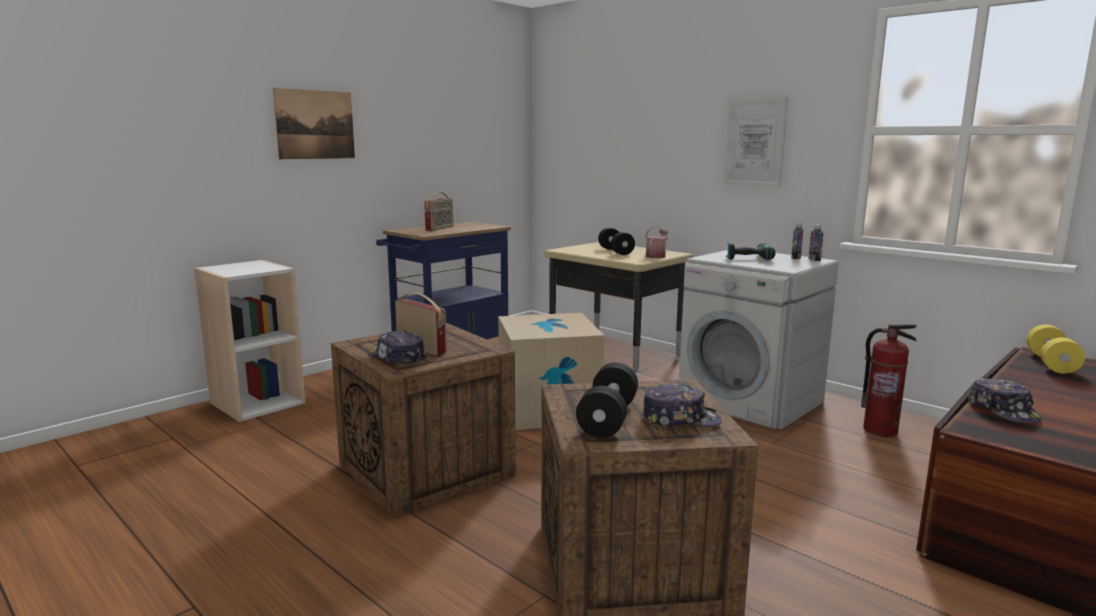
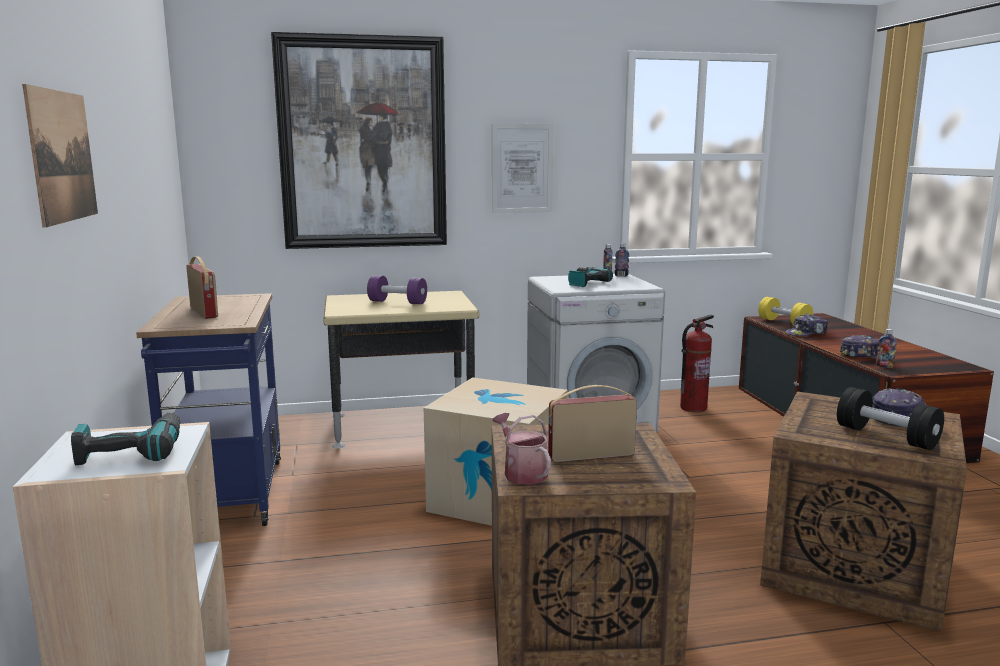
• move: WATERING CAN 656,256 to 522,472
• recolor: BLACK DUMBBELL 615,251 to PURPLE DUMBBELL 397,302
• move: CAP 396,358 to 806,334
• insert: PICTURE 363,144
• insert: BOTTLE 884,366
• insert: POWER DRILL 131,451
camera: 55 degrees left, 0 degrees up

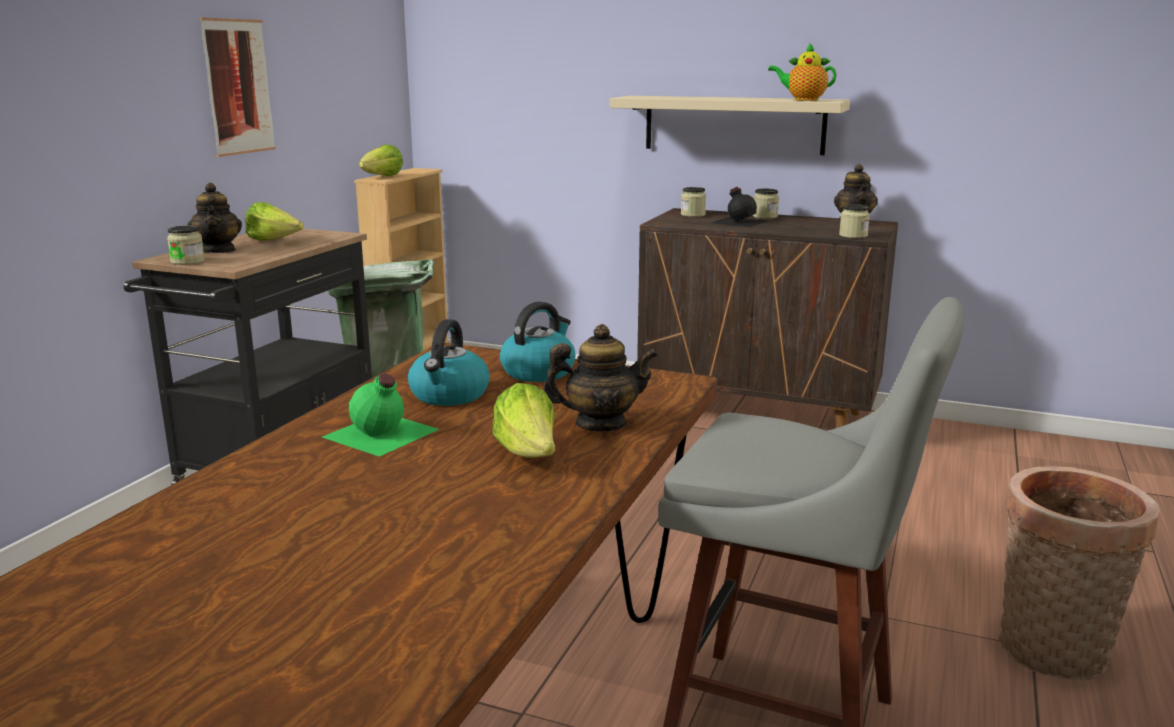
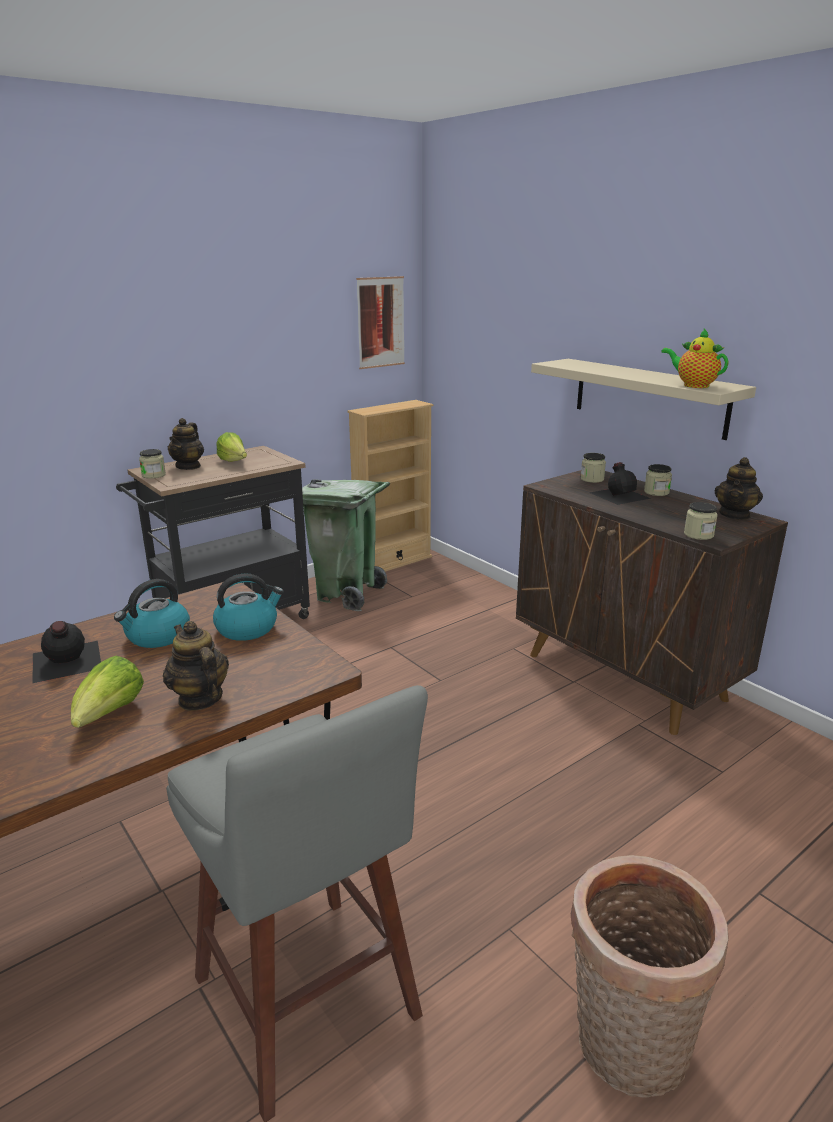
• move: PICTURE 238,87 to 380,322
• delete: LETTUCE 382,177
• rotate: TEAPOT 600,424 = 200,698 150 degrees counterclockwise
• recolor: GREEN BOTTLE 380,433 to BLACK BOTTLE 65,661
camera: 30 degrees right, 5 degrees up

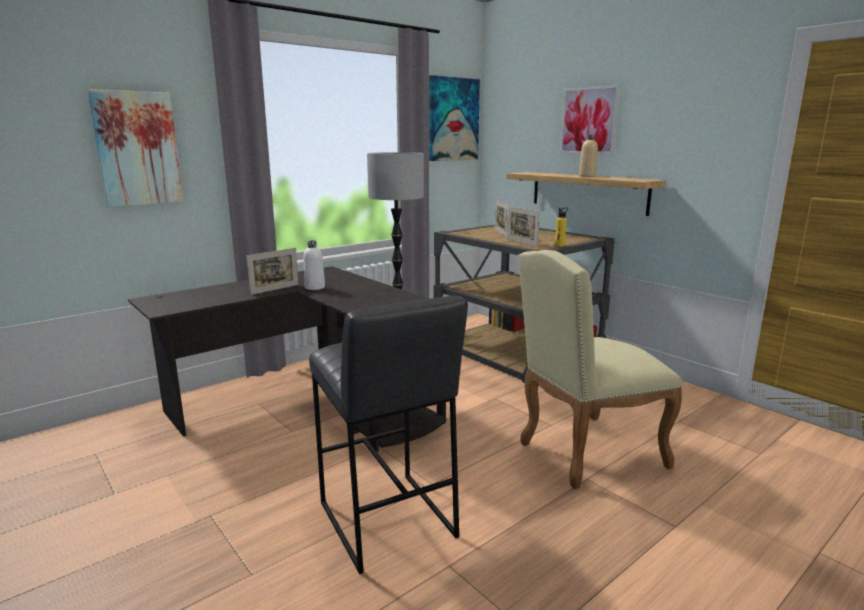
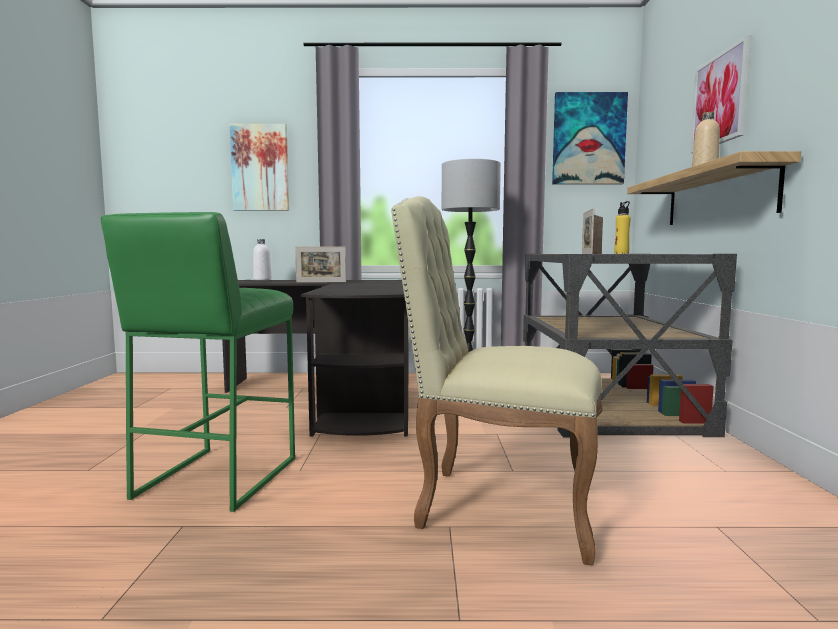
• move: WHITE BOTTLE 314,287 to 262,279
• recolor: GREY STOOL 387,521 to GREEN STOOL 216,478
camera: 40 degrees right, 10 degrees down

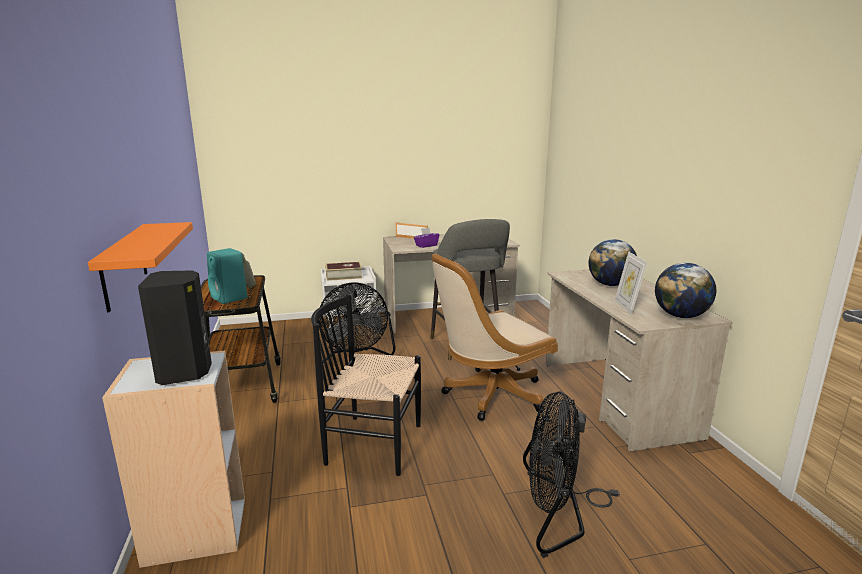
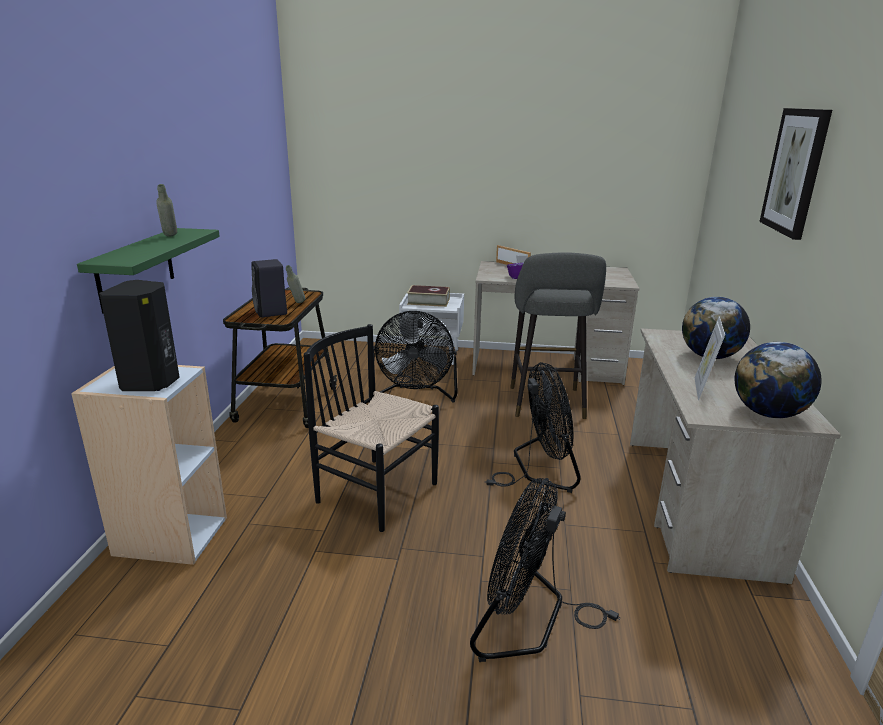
• recolor: ORANGE SHELF 123,265 to GREEN SHELF 136,269
• recolor: TURQUOISE SPEAKER 230,298 to BLACK SPEAKER 271,312
• replace: OFFICE CHAIR 488,396 to BLACK FAN 535,467
• insert: PICTURE 795,171
• insert: GREY BOTTLE 170,237
camera: 20 degrees right, 5 degrees up

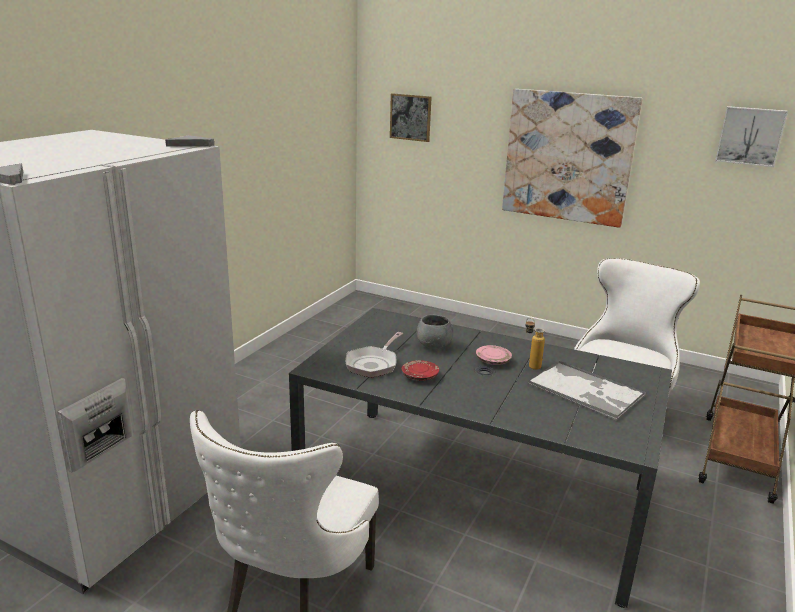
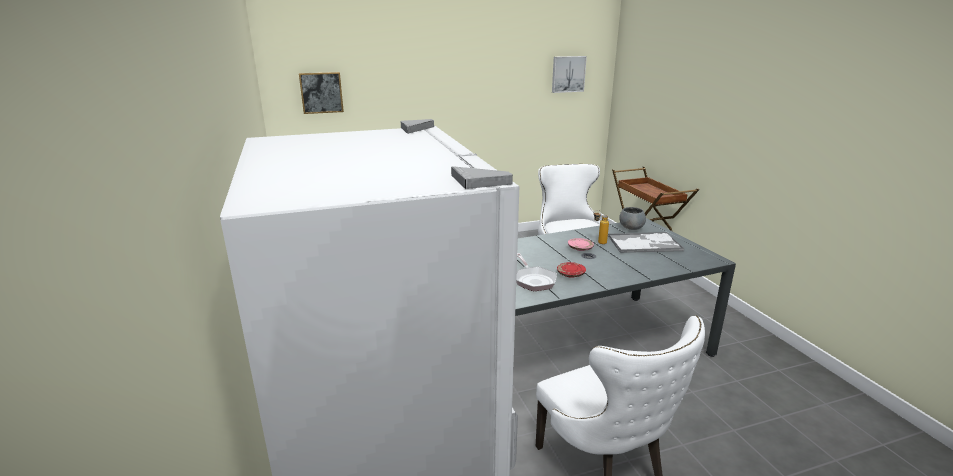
• delete: PICTURE 568,157
• move: GREY BOWL 434,346 to 631,228
camera: 45 degrees left, 0 degrees up

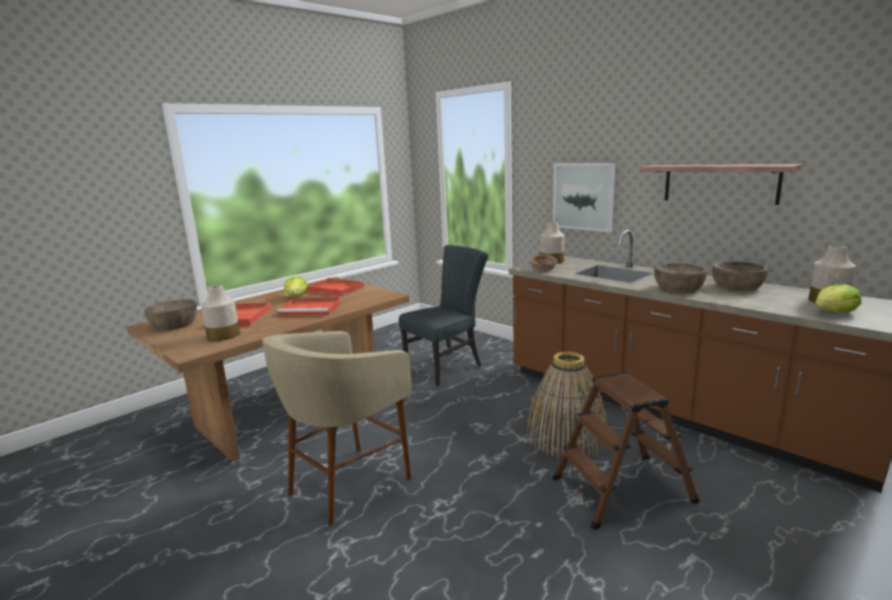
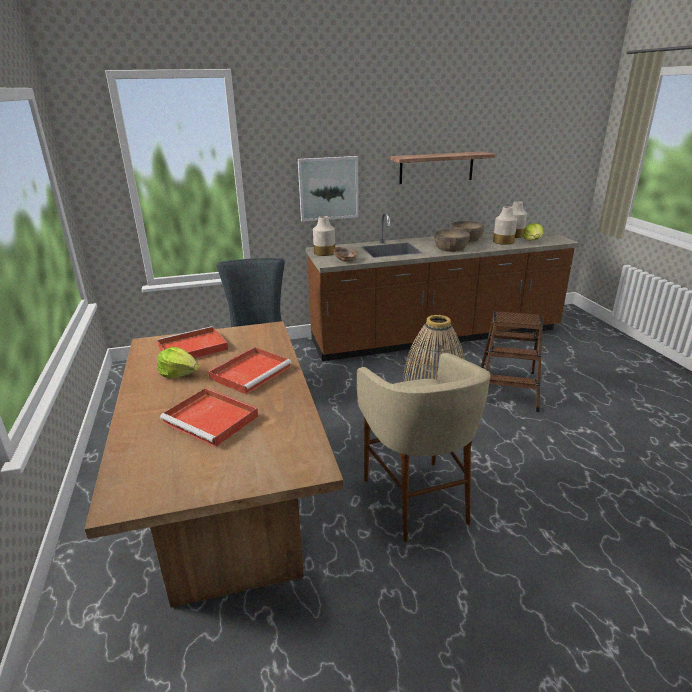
• move: BEIGE VASE 223,335 to 503,241
• delete: BROWN BOWL 174,324
camera: 60 degrees left, 10 degrees up

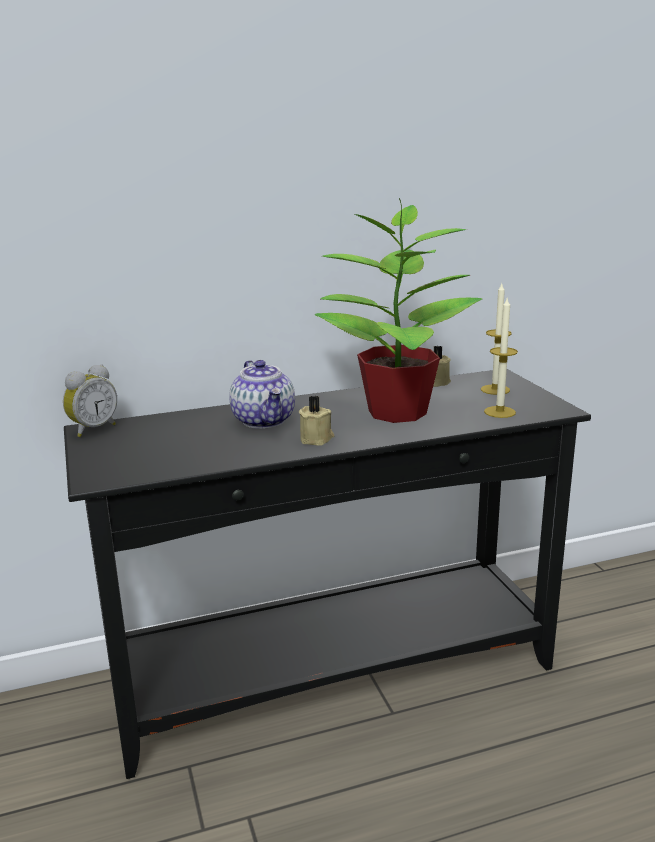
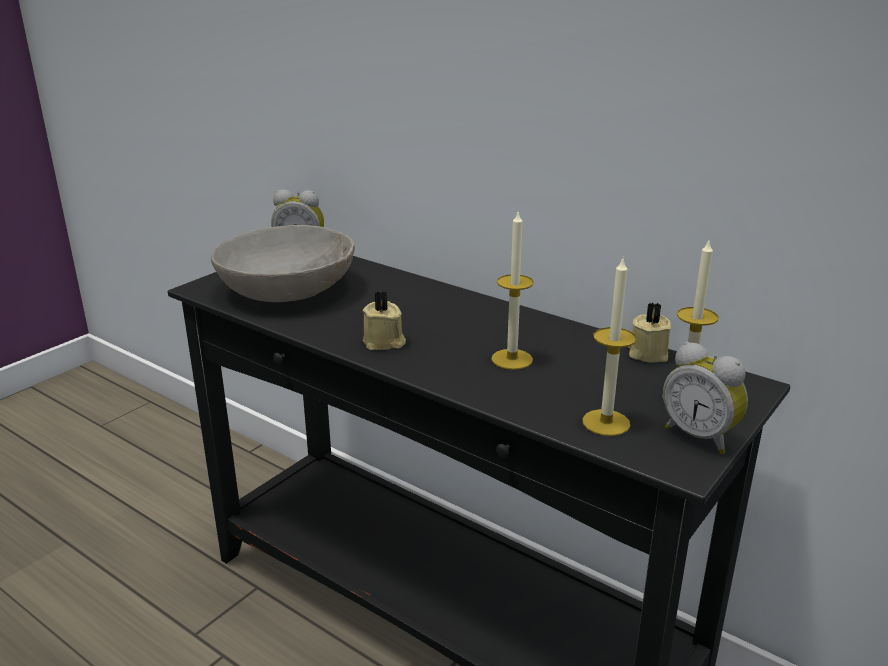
• replace: POTTED PLANT 395,412 to CANDLE 512,359
• delete: TEAPOT 264,421
• insert: GREY BOWL 287,289
• insert: ALARM CLOCK 700,436
camera: 55 degrees right, 5 degrees up

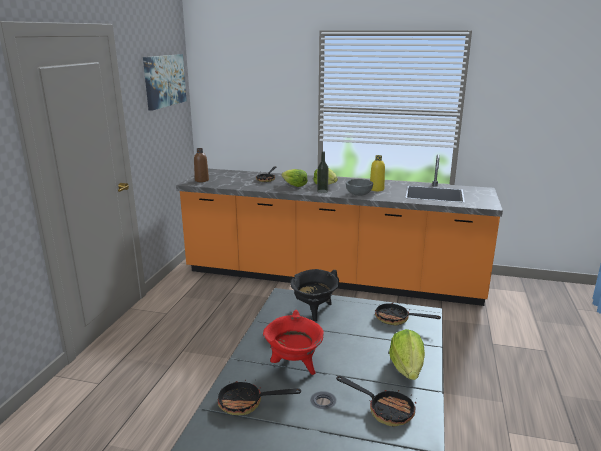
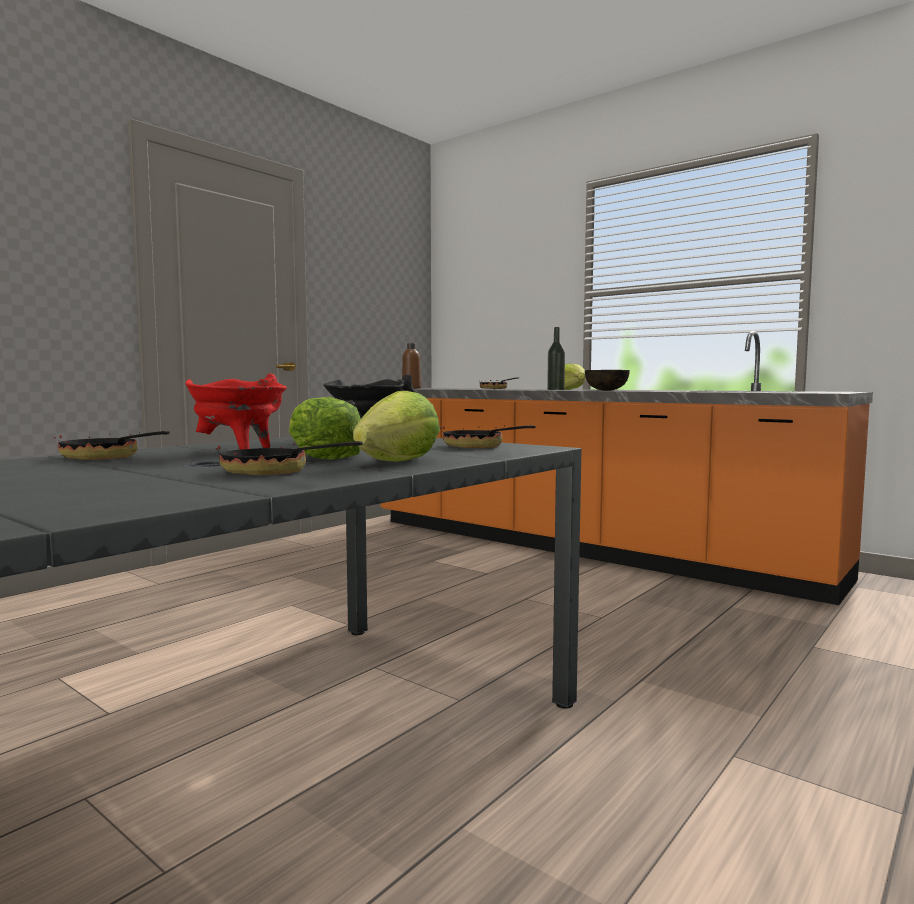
• delete: PICTURE 164,80
• delete: YELLOW BOTTLE 376,189
• move: LETTUCE 294,185 to 323,457
• recolor: GREY BOWL 358,194 to BROWN BOWL 606,390
• rotate: FRYING PAN 384,410 = 274,472 150 degrees clockwise
camera: 25 degrees right, 15 degrees down

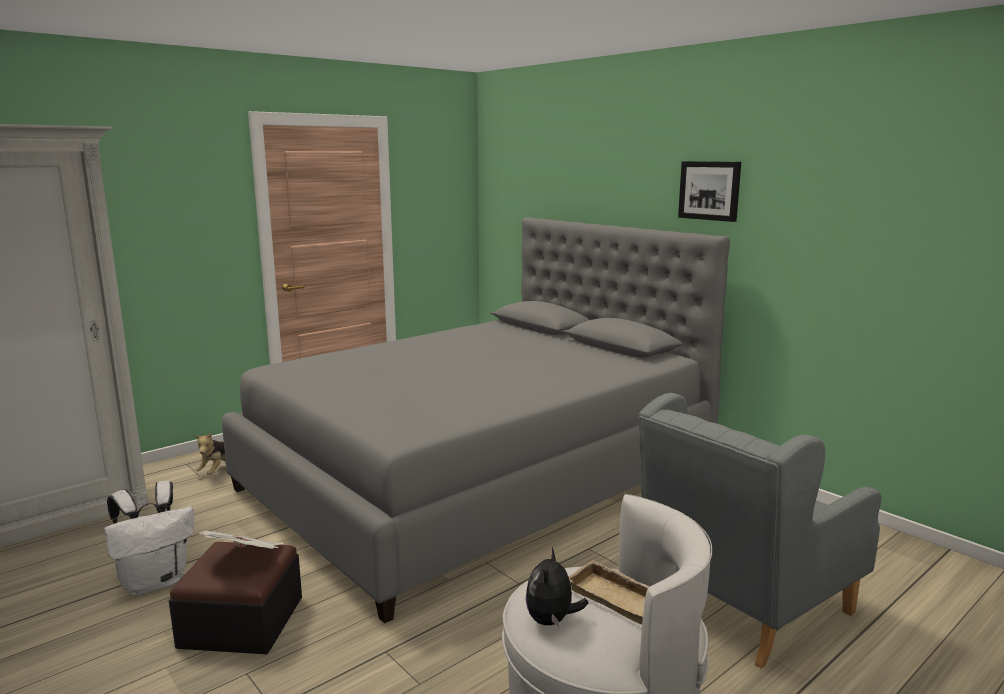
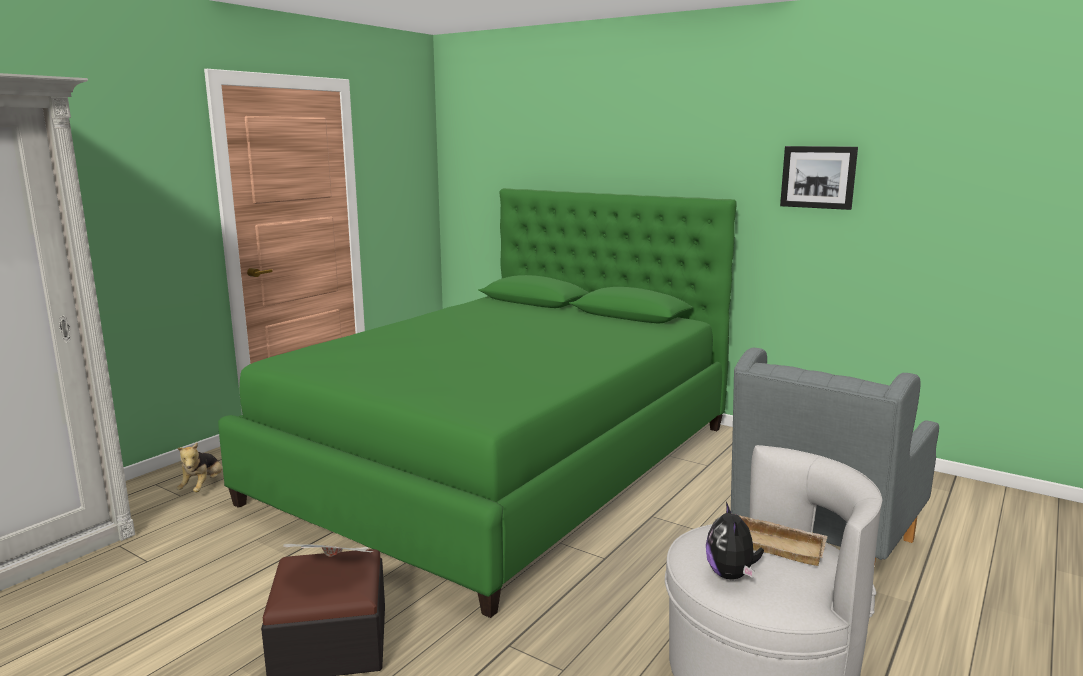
• move: PICTURE 709,190 to 818,177
• recolor: GREY BED 480,478 to GREEN BED 505,462
• delete: WHITE BACKPACK 156,581
camera: 15 degrees left, 0 degrees up

